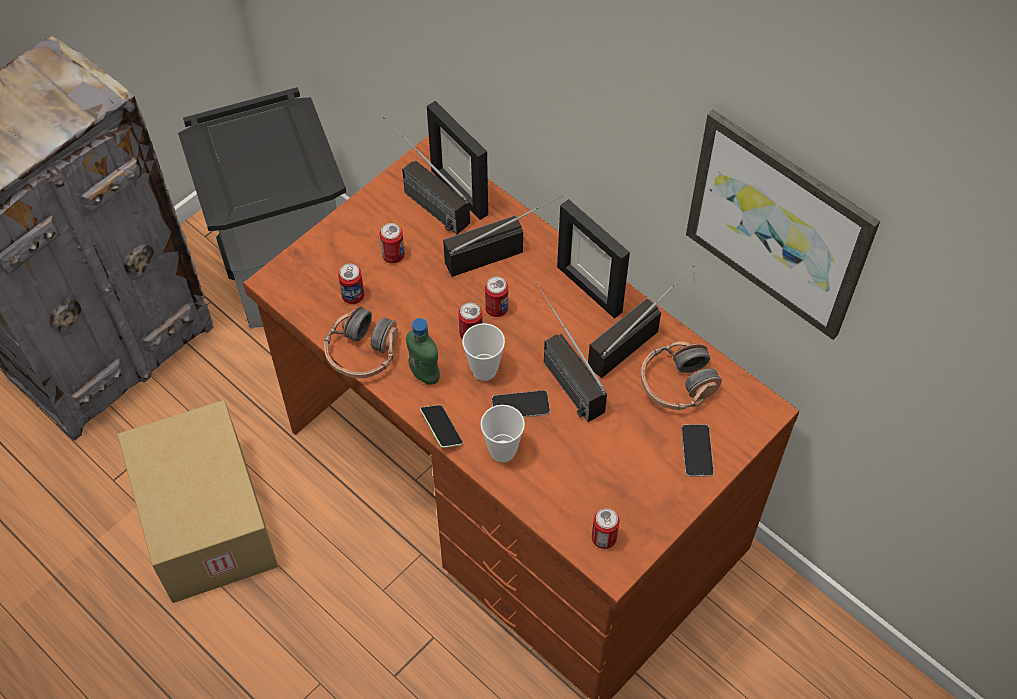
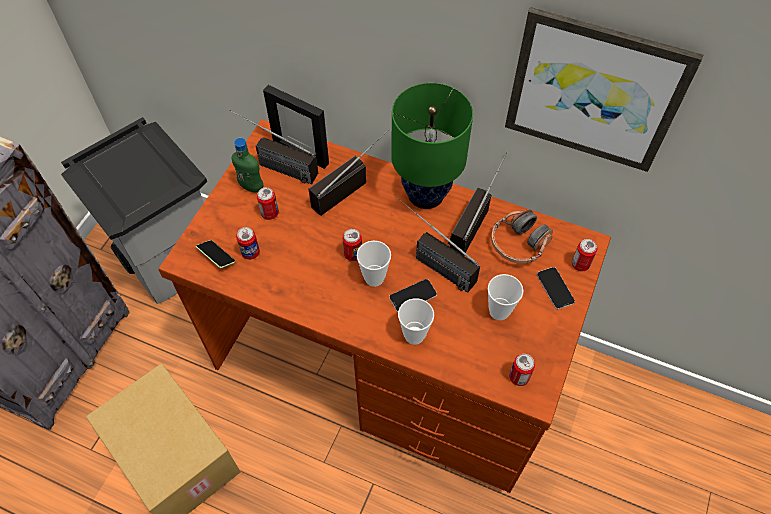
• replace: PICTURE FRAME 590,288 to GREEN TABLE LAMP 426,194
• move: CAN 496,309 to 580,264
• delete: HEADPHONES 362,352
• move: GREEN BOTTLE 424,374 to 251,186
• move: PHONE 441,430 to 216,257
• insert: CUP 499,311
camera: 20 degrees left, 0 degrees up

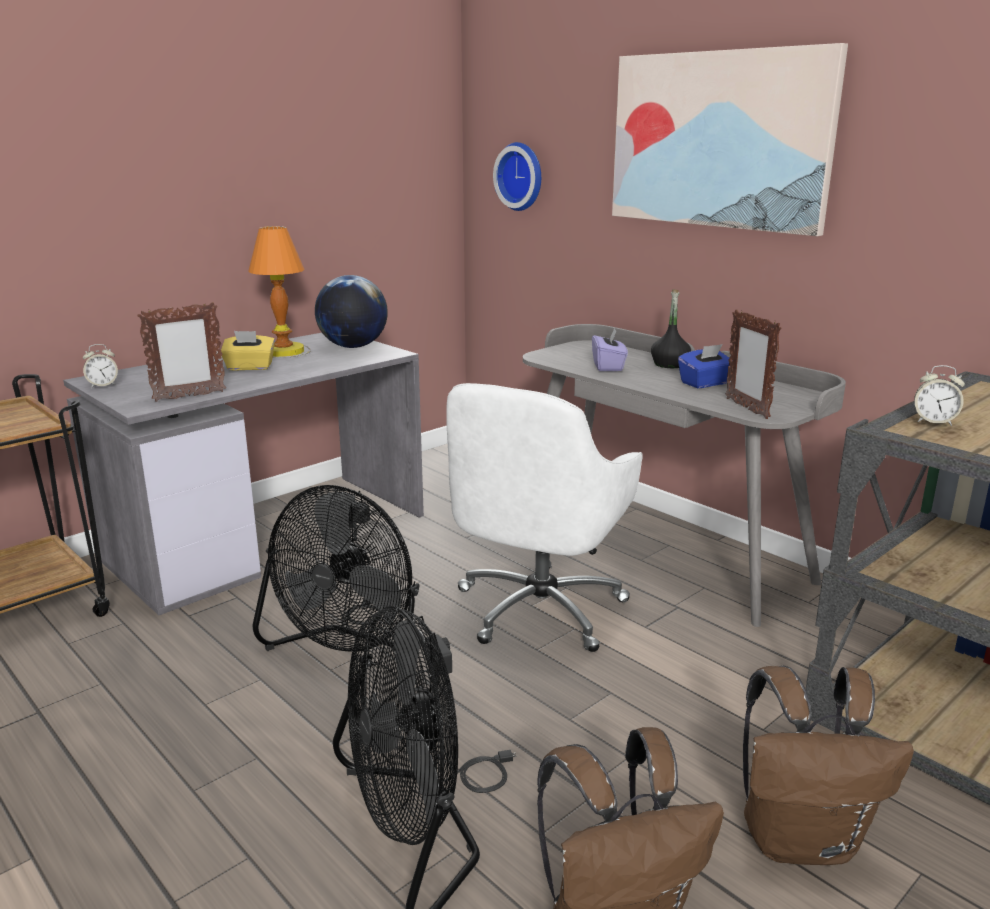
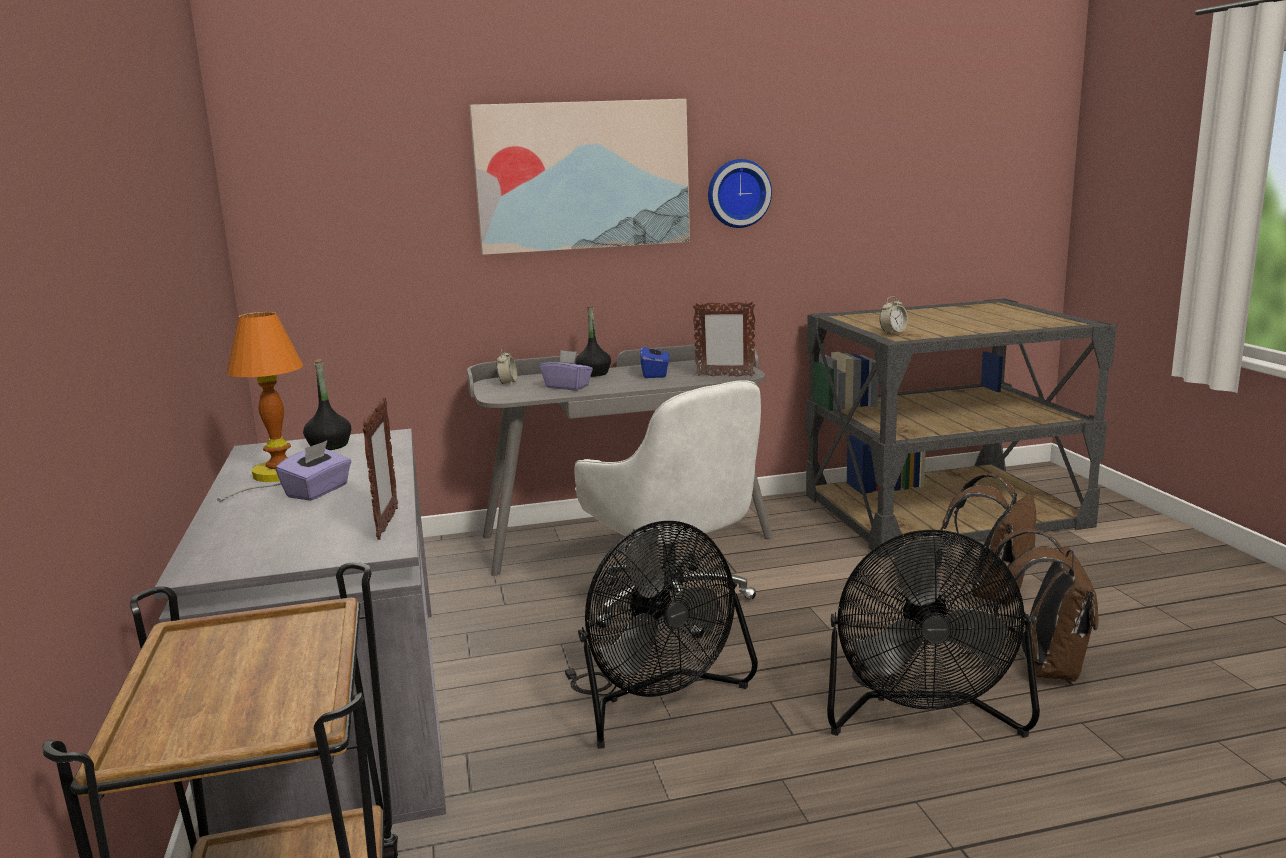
• move: WALL CLOCK 521,176 to 738,193
• replace: GLOBE 353,346 to BLACK BOTTLE 329,446
• recolor: YELLOW TISSUE BOX 249,367 to PURPLE TISSUE BOX 318,491
• move: ALARM CLOCK 103,385 to 508,383
camera: 60 degrees left, 5 degrees down

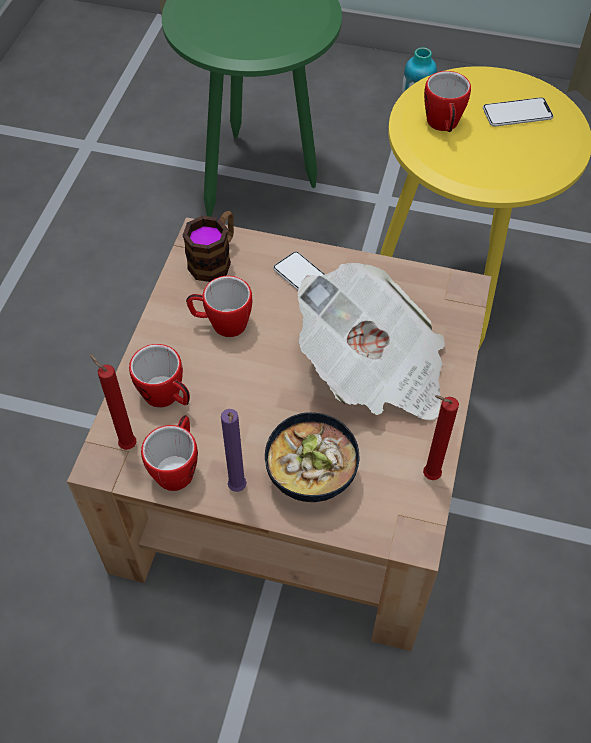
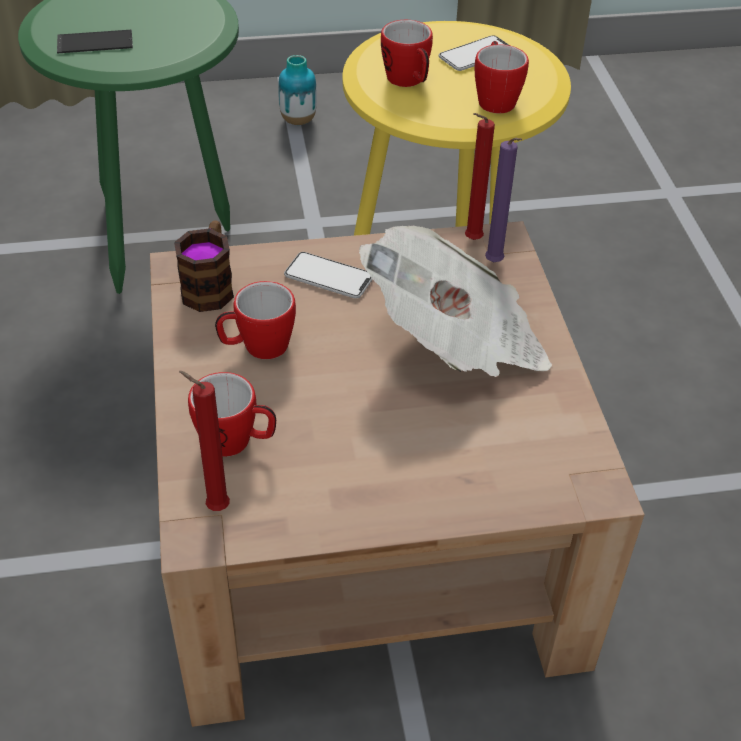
• move: RED CANDLE 428,475 to 470,240
• move: PURPLE CANDLE 237,490 to 495,264
• delete: BOWL 312,475
• move: MUG 178,466 to 495,99
• insert: PHONE 95,42
camera: 25 degrees left, 10 degrees down

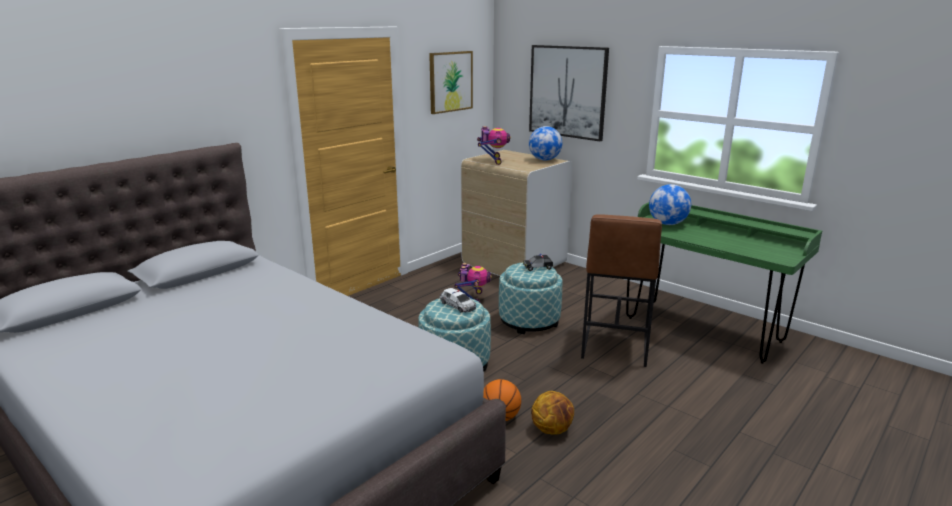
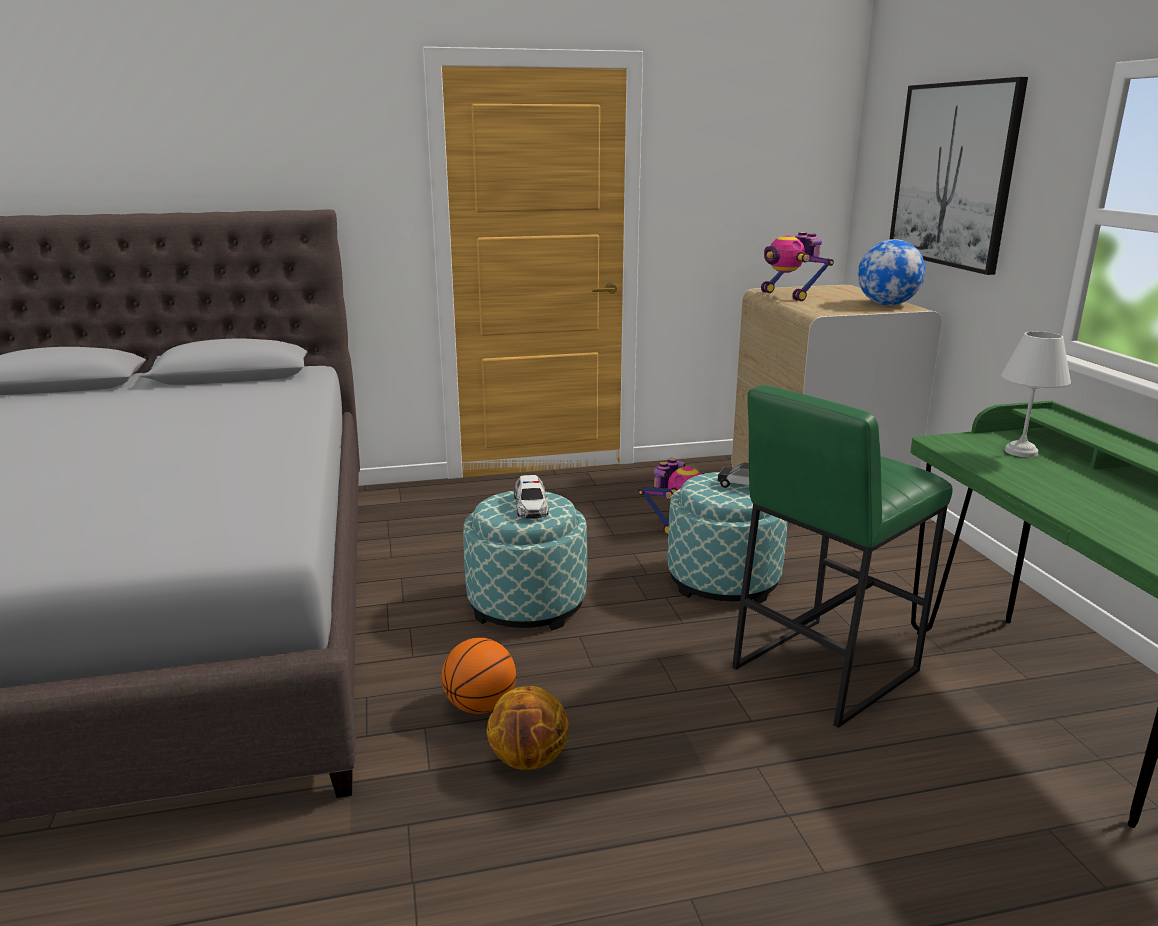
• delete: PICTURE 450,81
• rotate: TOY ROBOT 492,161 = 789,296 120 degrees clockwise
• replace: GLOBE 667,224 to WHITE TABLE LAMP 1022,452
• recolor: BROWN STOOL 615,346 to GREEN STOOL 823,670
camera: 35 degrees right, 0 degrees up

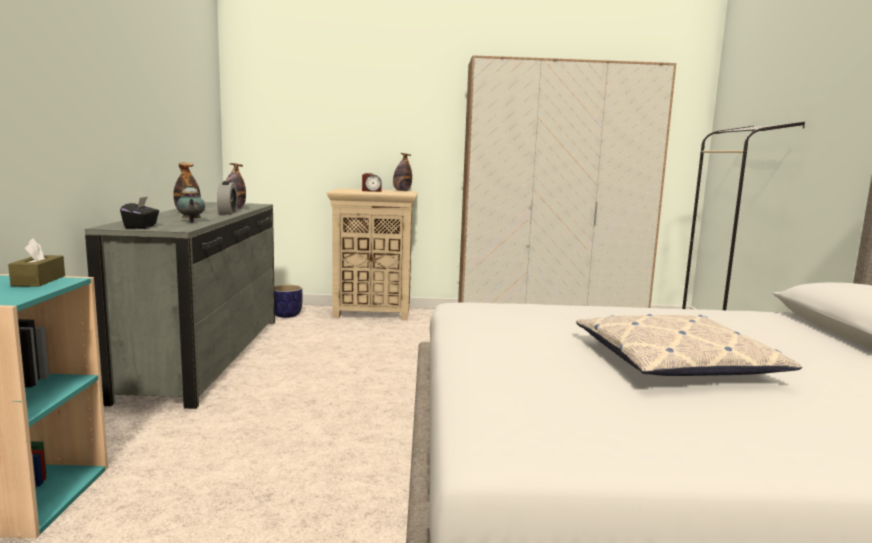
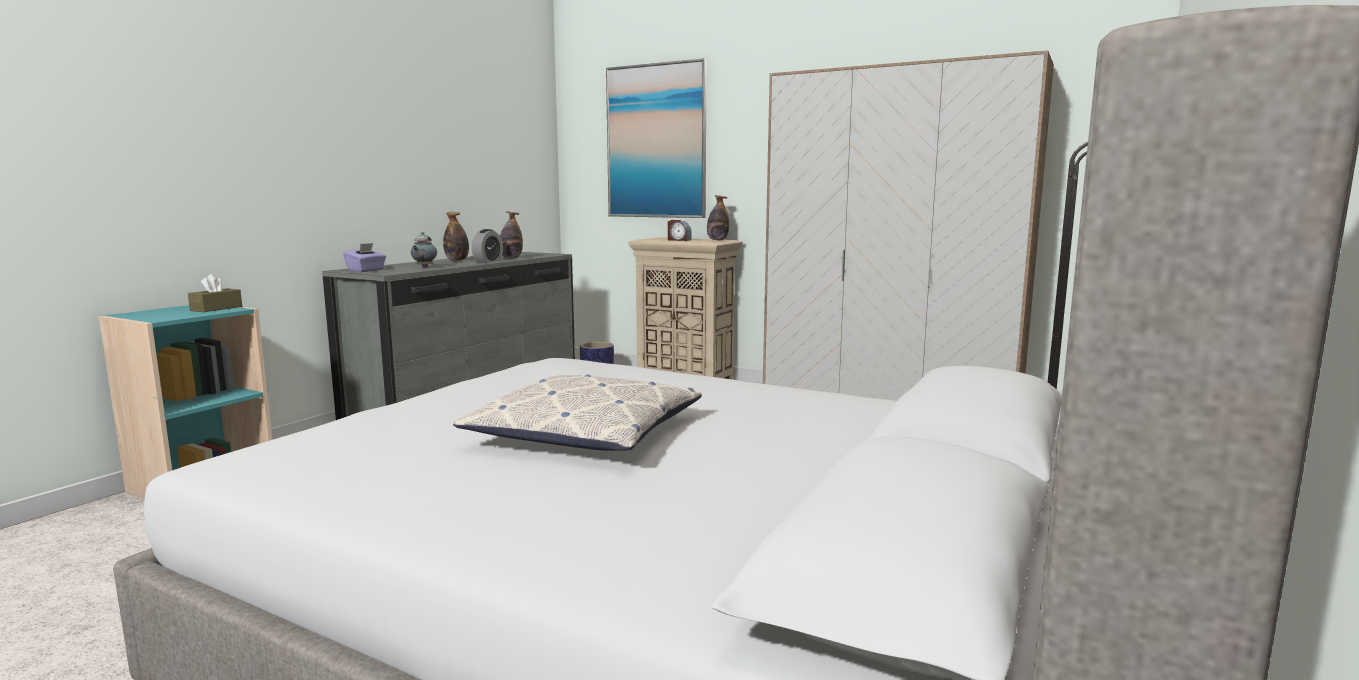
• recolor: BLACK TISSUE BOX 141,227 to PURPLE TISSUE BOX 366,270
• insert: PICTURE 656,142
camera: 30 degrees right, 0 degrees up

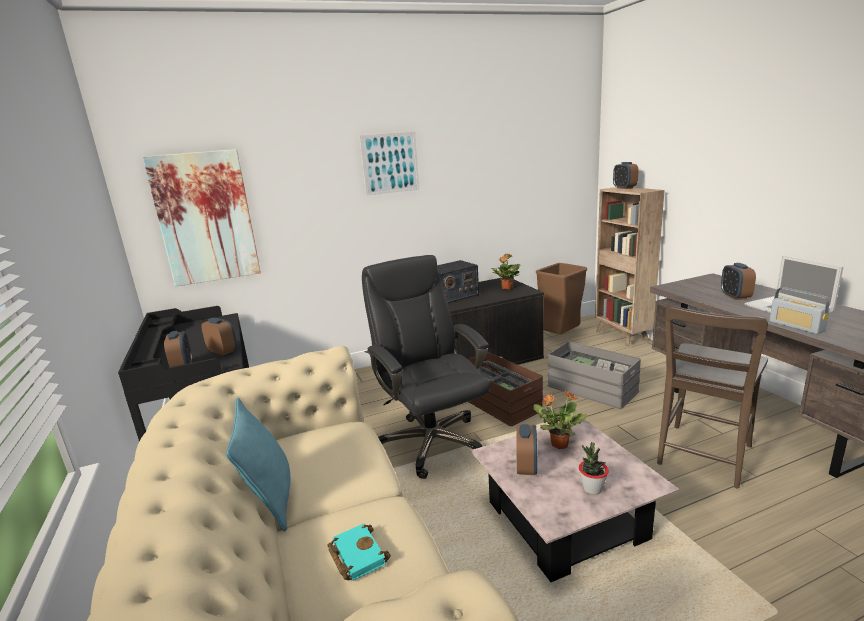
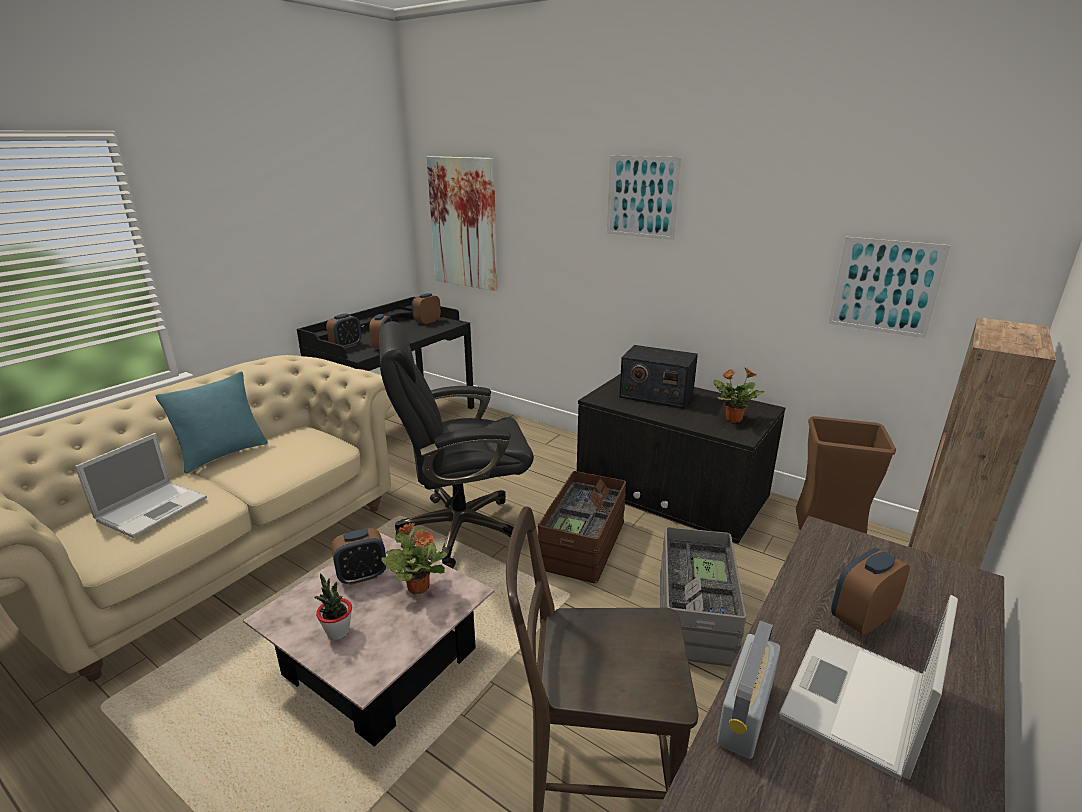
• move: ALARM CLOCK 624,188 to 427,321
• rotate: BLACK OFFICE CHAIR 433,445 = 463,528 135 degrees counterclockwise
• replace: TURQUOISE BOOK 356,555 to LAPTOP 154,508
• insert: PICTURE 885,286
camera: 55 degrees right, 5 degrees up

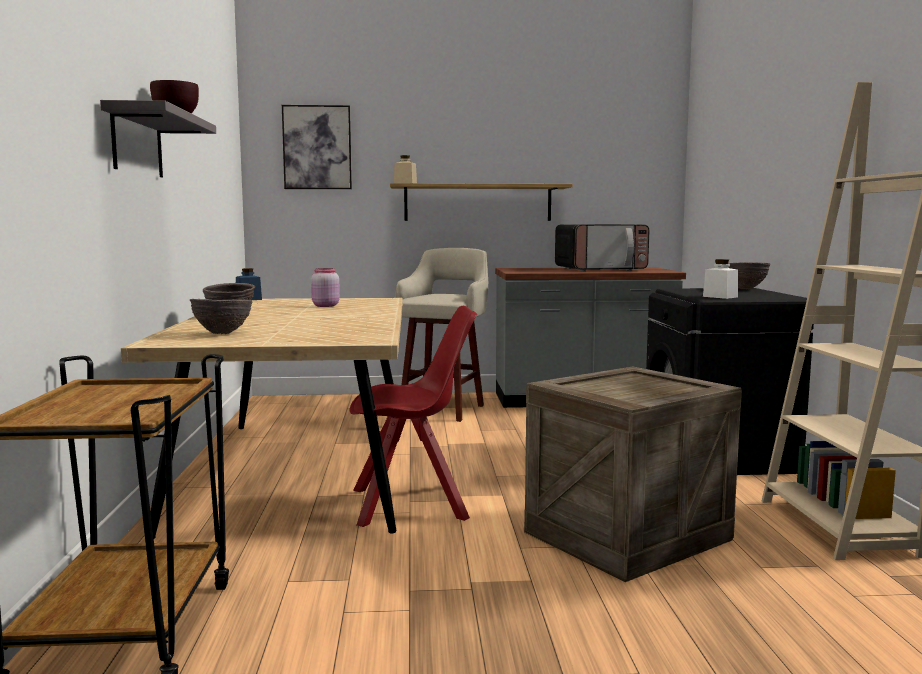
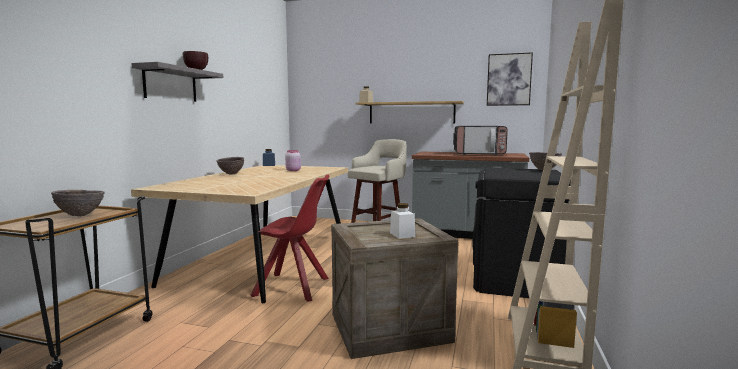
• move: PICTURE 317,147 to 509,79
• move: WHITE JAR 720,297 to 402,235
• move: BROWN BOWL 222,333 to 80,215
camera: 20 degrees right, 0 degrees up

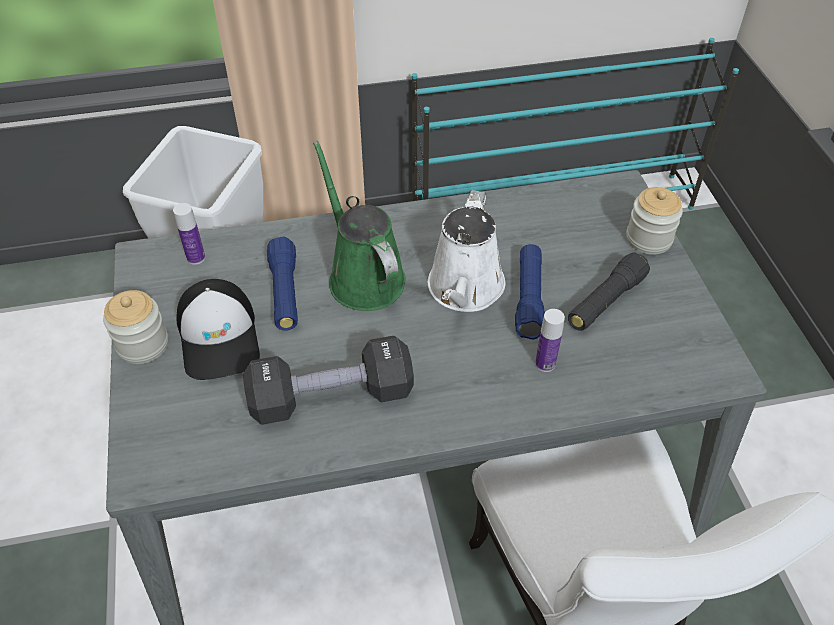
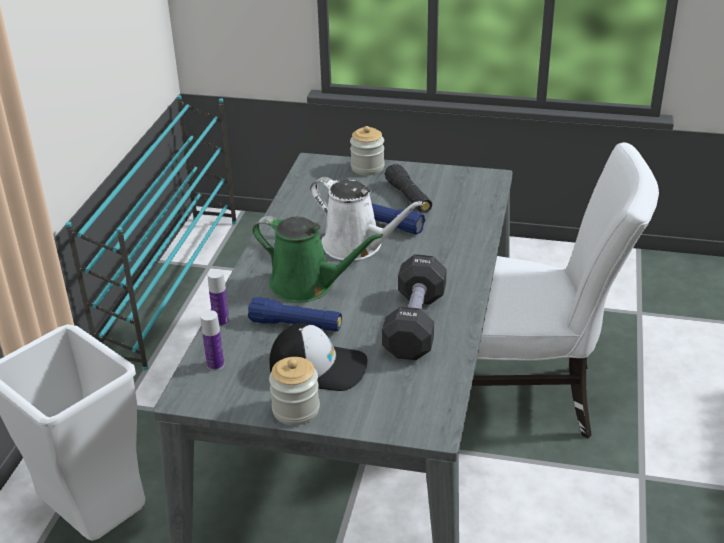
• rotate: GREEN WATERING CAN 363,276 = 307,285 150 degrees counterclockwise
• move: BOTTLE 545,363 to 221,322
camera: 65 degrees left, 15 degrees down

